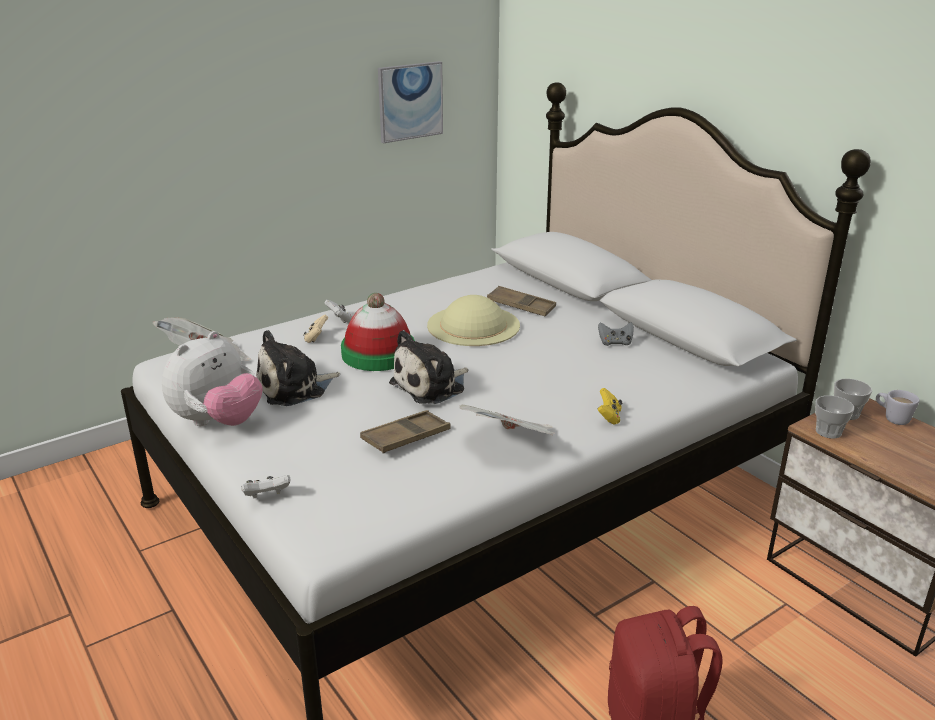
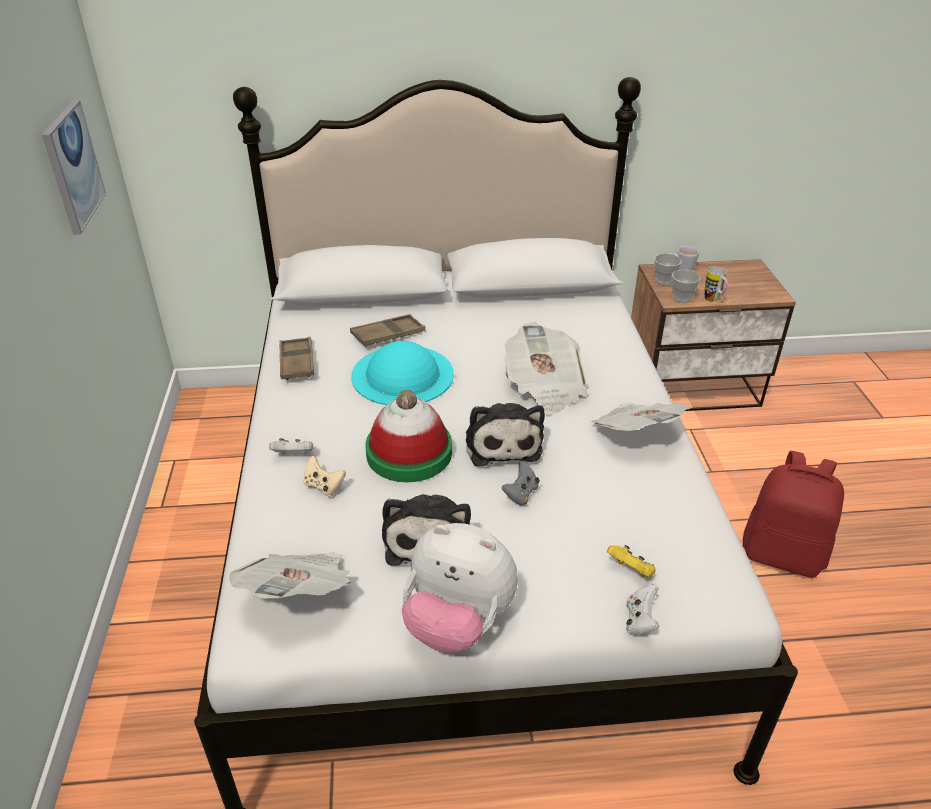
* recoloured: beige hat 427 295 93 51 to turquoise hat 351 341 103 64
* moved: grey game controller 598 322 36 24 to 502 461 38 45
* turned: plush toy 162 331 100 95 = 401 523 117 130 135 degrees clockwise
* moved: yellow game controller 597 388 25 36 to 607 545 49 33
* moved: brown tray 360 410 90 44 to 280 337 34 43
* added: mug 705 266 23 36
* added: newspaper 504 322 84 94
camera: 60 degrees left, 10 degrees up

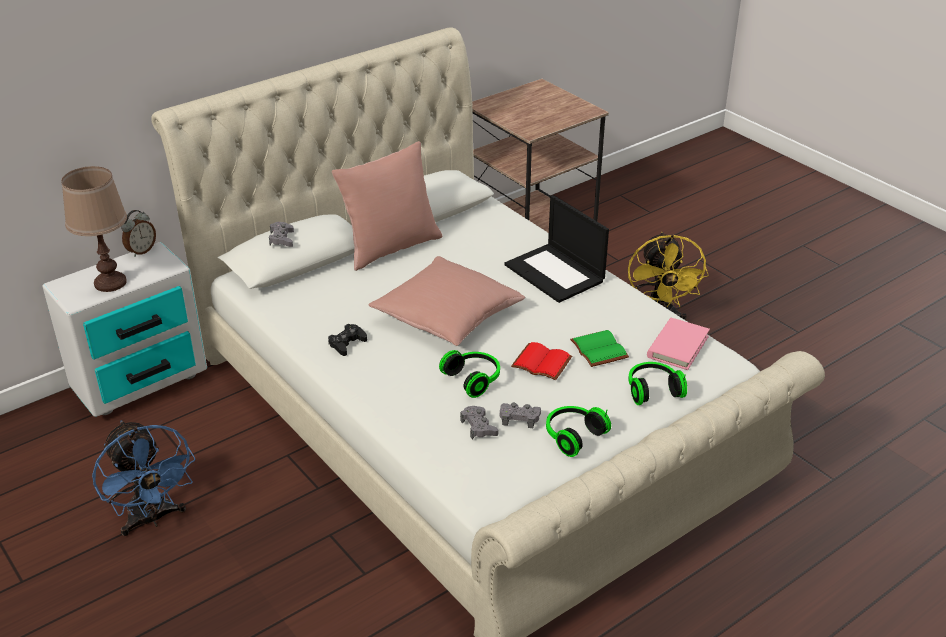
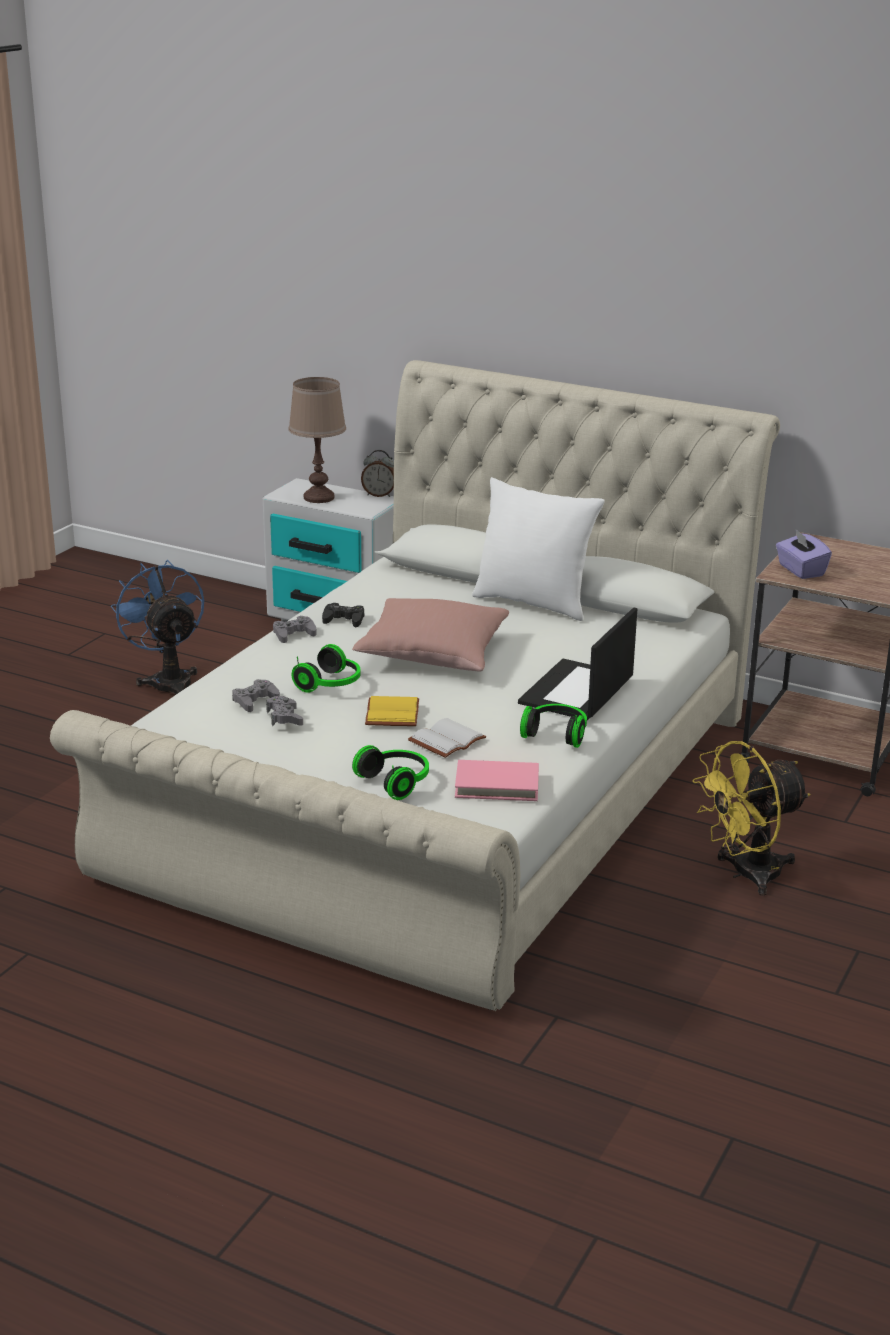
* recoloured: pink pillow 332 141 110 130 to white pillow 472 477 133 144
* moved: grey game controller 269 222 25 25 to 273 616 44 27
* recoloured: green book 570 330 59 37 to white book 408 718 78 40
* recoloured: red book 511 342 61 38 to yellow book 365 696 54 30
* moved: headphones 546 406 65 51 to 520 704 67 44
* turned: blue fan 92 420 104 116 = 111 560 93 134 120 degrees clockwise
* added: purple tissue box 776 529 56 50
camera: 65 degrees right, 10 degrees down

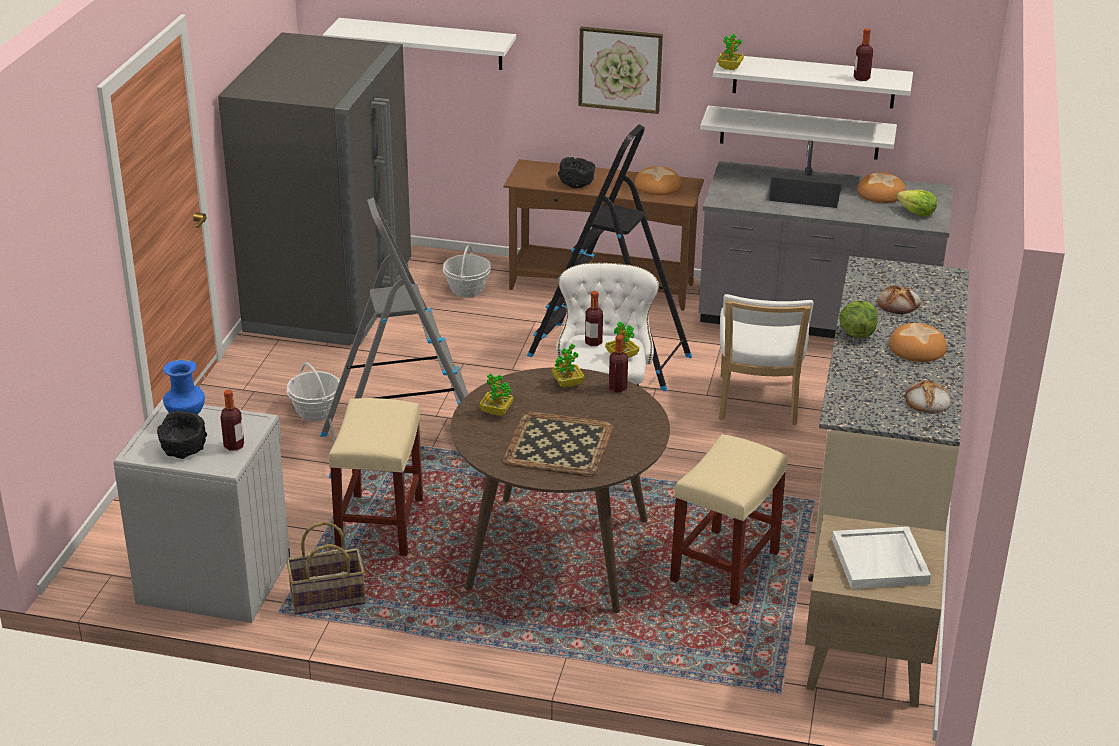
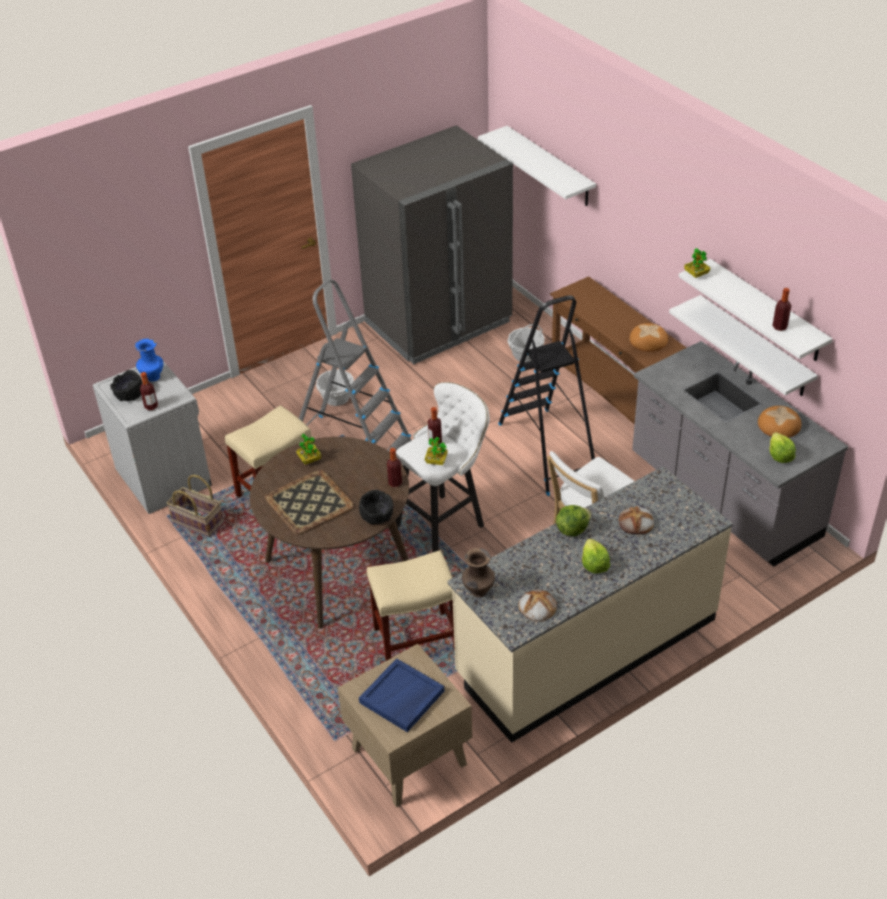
* removed: picture 578 27 85 87
* moved: black bowl 558 157 37 31 to 359 490 34 34
* replaced: bread 889 323 58 39 to lettuce 582 539 28 35
* removed: potted plant 552 344 33 44
* recoloured: white tray 832 526 99 63 to blue tray 359 658 85 74
* added: brown vase 462 548 33 50
camera: 45 degrees right, 10 degrees up

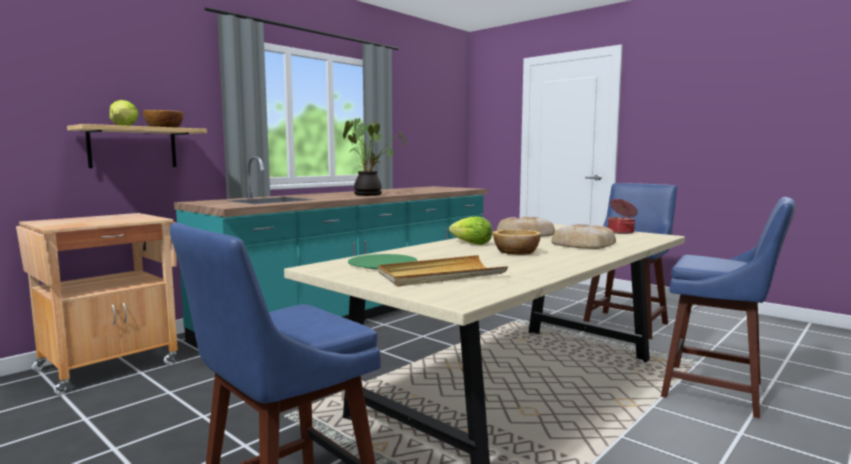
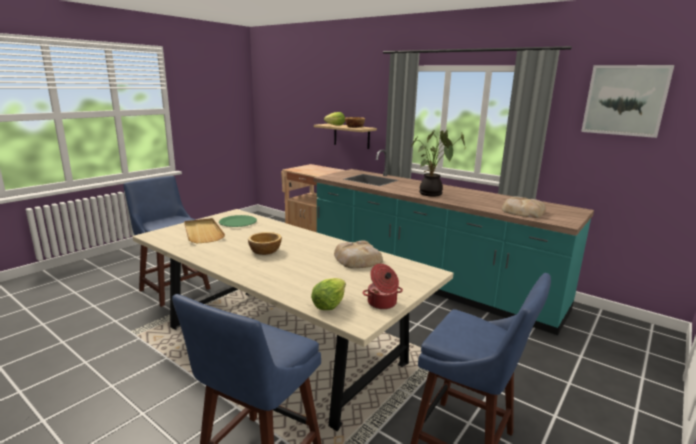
* moved: lettuce 449 217 44 28 to 311 278 35 32
* moved: bread 551 224 65 25 to 502 197 44 21
* added: picture 581 65 93 73
camera: 85 degrees right, 10 degrees up

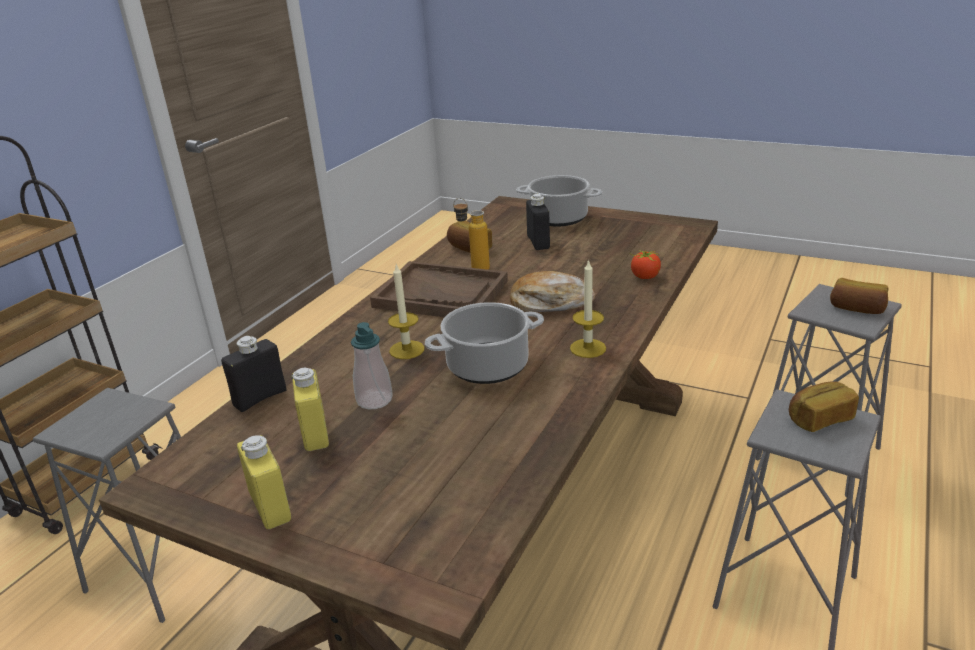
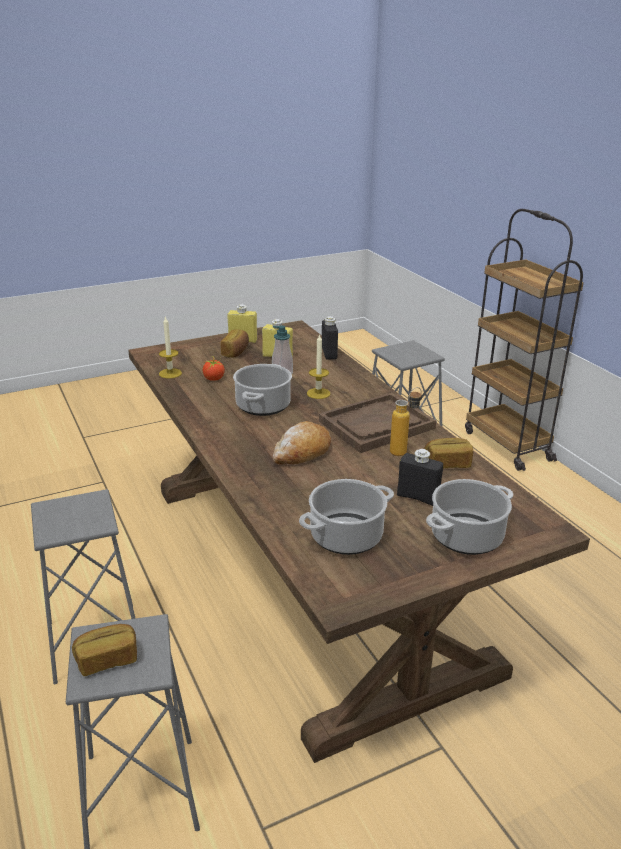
* moved: tomato 631 250 30 29 to 202 357 23 24
* moved: candle 570 259 36 99 to 159 316 23 63
* moved: bread 789 382 70 50 to 221 329 28 29
* added: cooking pot 299 479 95 76
camera: 125 degrees right, 0 degrees up

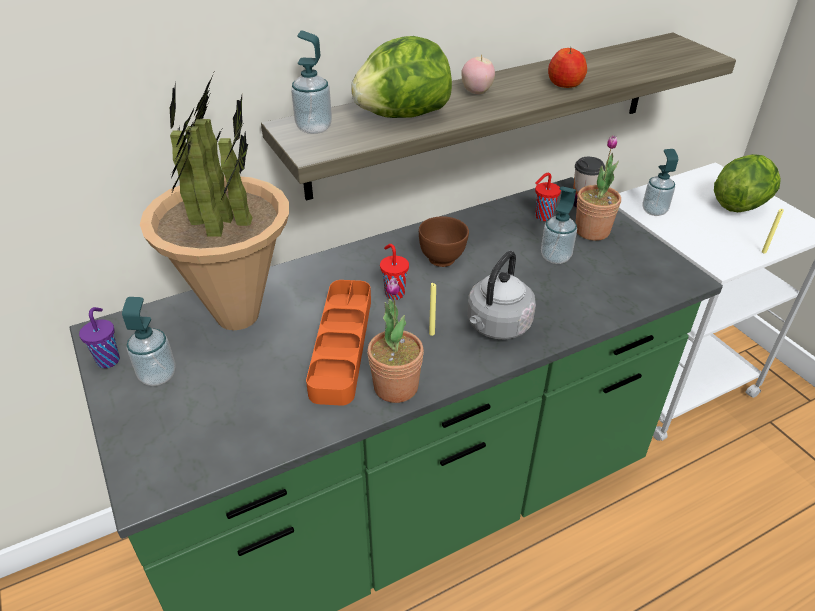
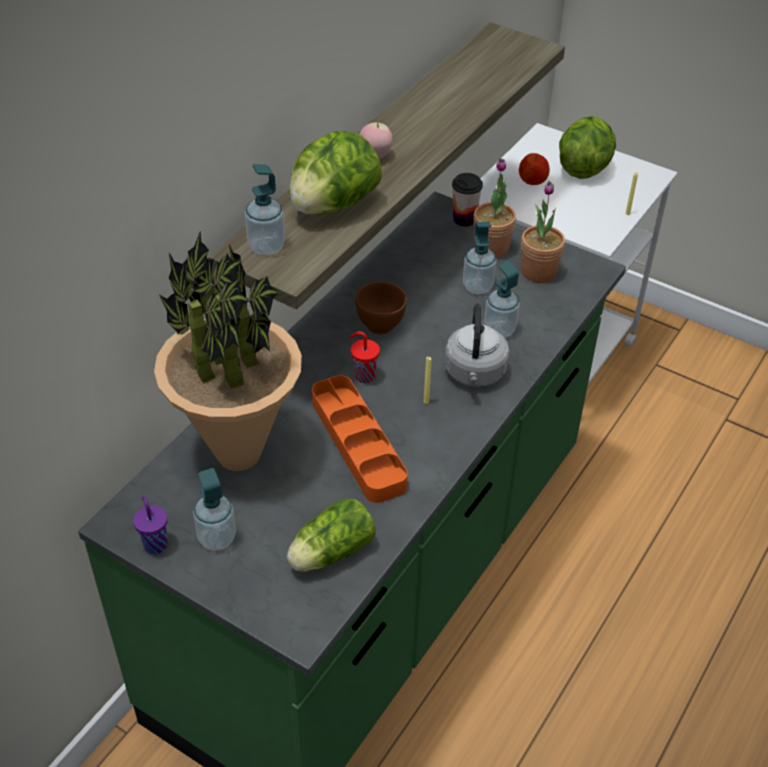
* moved: apple 548 47 39 41 to 519 153 31 32
* moved: soap dispenser 643 149 35 67 to 484 261 36 77
* removed: red cup 535 173 26 48
* moved: potted plant 367 278 57 125 to 521 181 44 102
* added: lettuce 287 499 89 73
camera: 30 degrees left, 5 degrees up

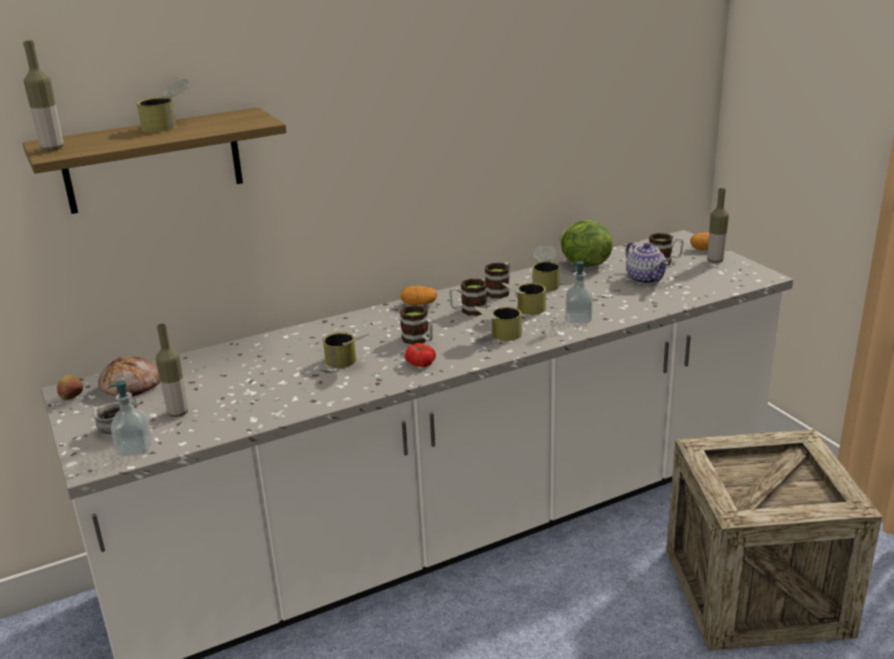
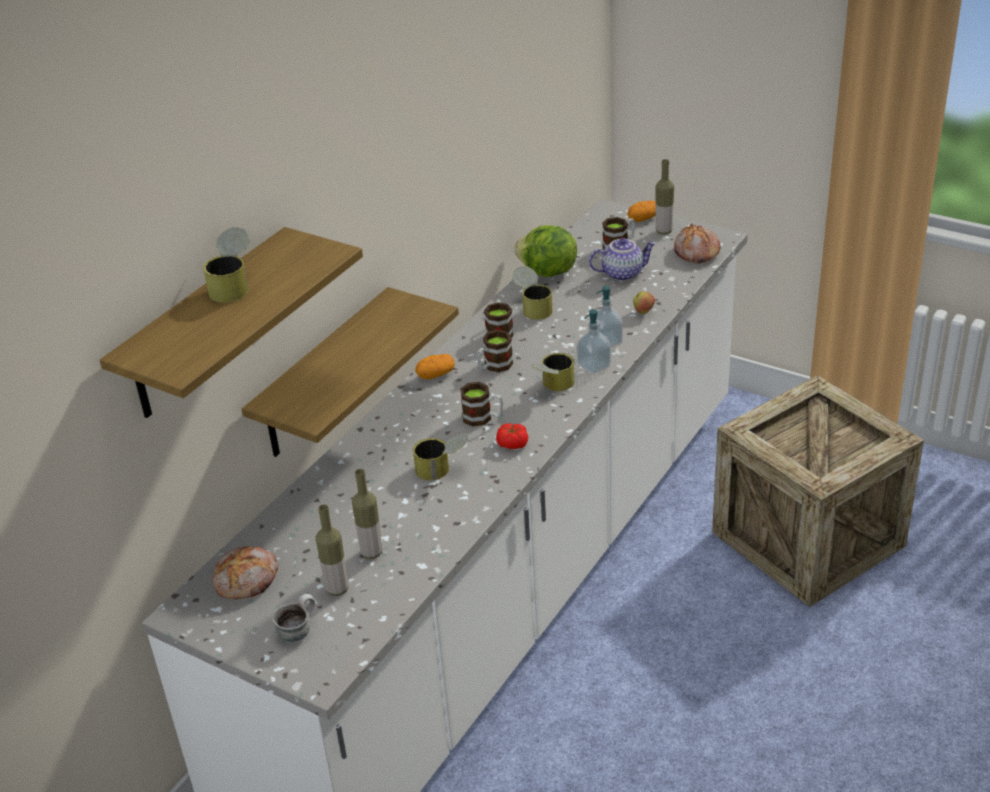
* moved: bottle 23 40 41 111 to 352 469 30 90
* turned: teapot 626 242 42 42 = 589 238 67 43 45 degrees counterclockwise
* removed: can 501 283 45 32
* moved: apple 57 375 26 25 to 633 292 22 22
* moved: soap dispenser 108 381 44 75 to 576 309 35 65
* added: bread 674 224 47 39
* added: shelf 242 287 217 170
camera: 30 degrees left, 10 degrees up

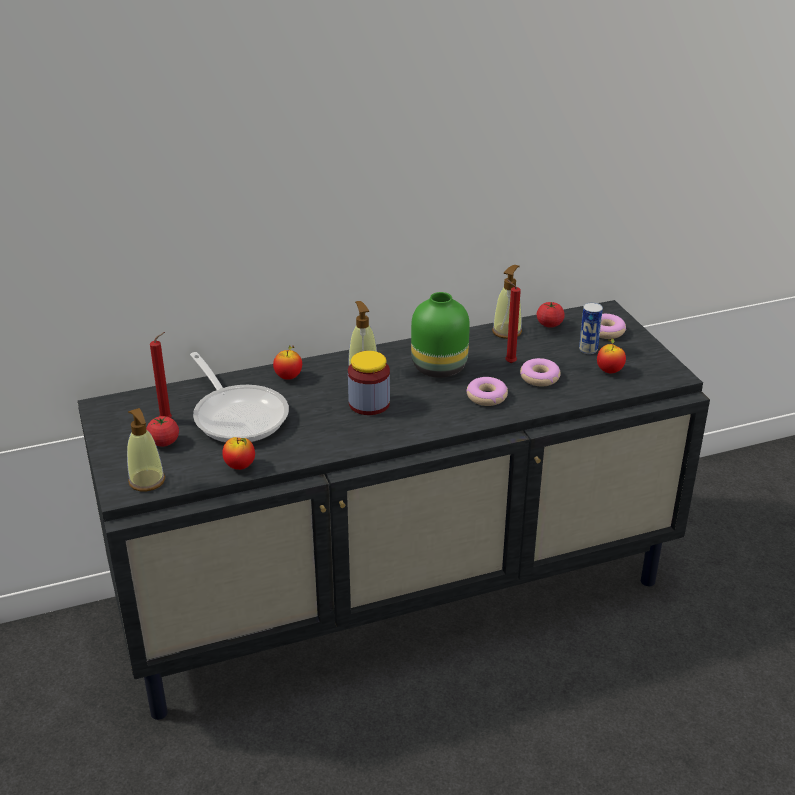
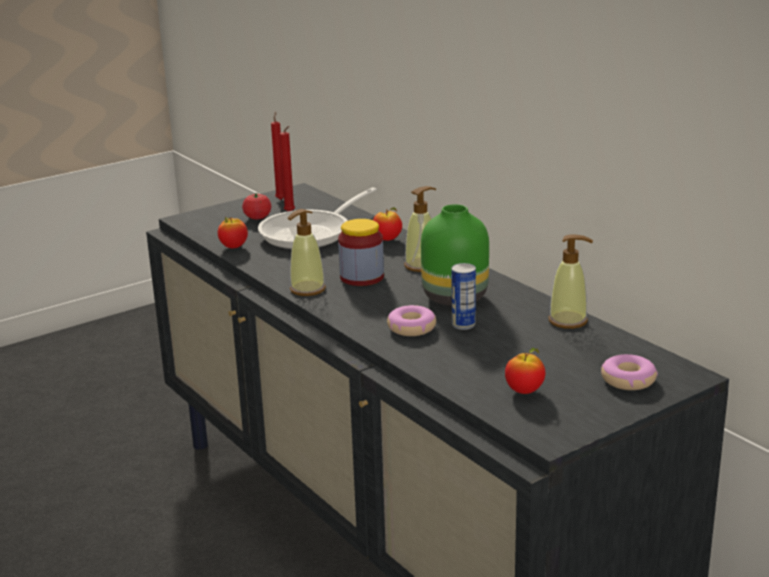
* moved: red candle 505 279 16 84 to 271 112 13 88
* removed: tomato 537 302 28 26
* moved: can 579 302 24 52 to 451 263 25 67
* removed: donut 520 358 41 28
* moved: soap dispenser 127 408 38 83 to 287 209 39 87
camera: 75 degrees right, 10 degrees down

